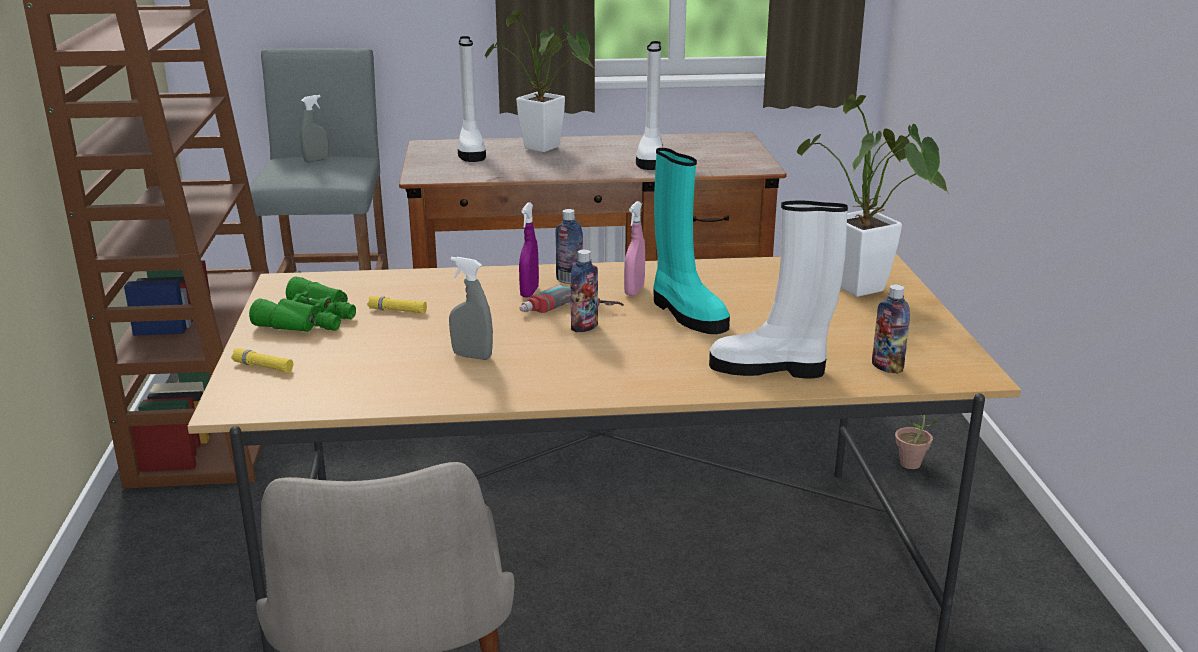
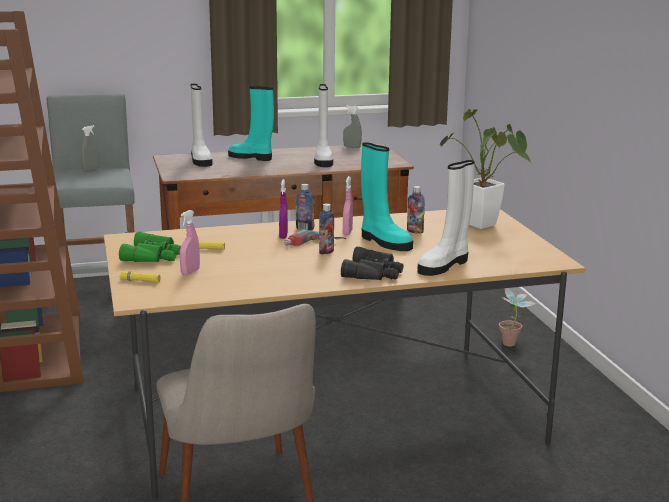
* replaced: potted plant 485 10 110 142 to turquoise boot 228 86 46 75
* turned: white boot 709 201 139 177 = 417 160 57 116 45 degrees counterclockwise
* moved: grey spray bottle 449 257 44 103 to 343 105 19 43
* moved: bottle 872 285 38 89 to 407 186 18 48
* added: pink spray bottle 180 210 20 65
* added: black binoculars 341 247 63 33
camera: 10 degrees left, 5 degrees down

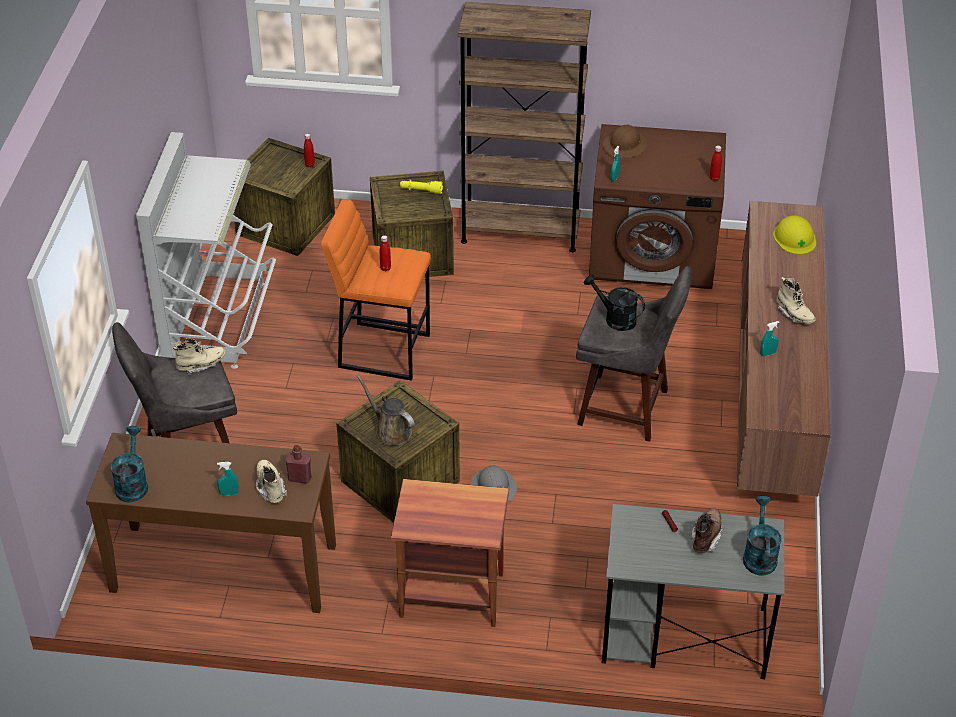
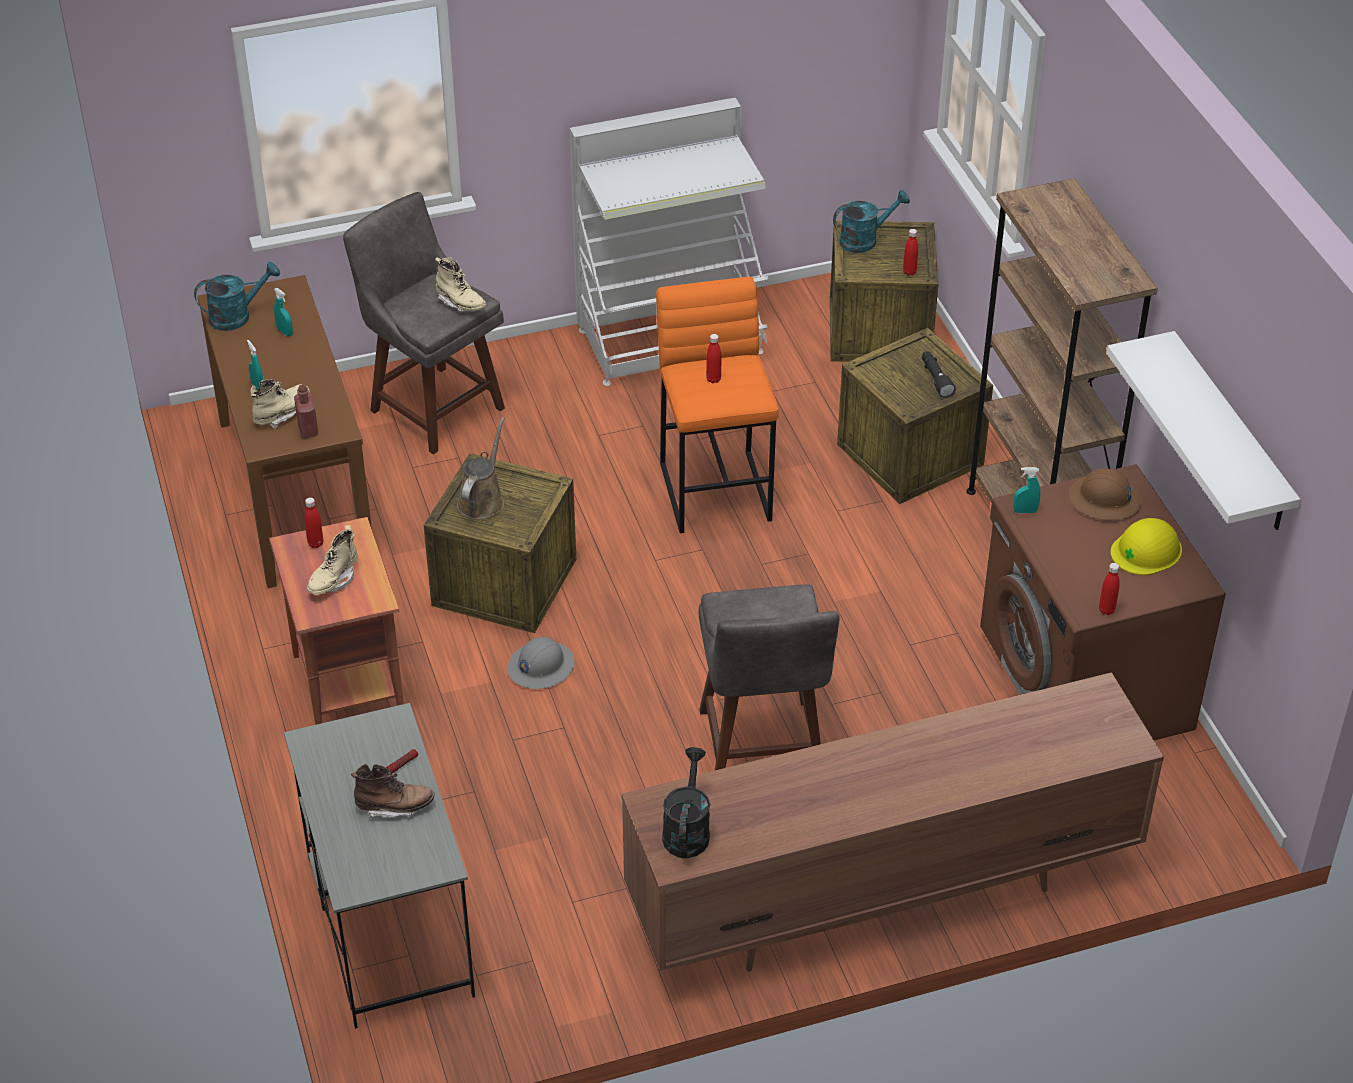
* recoloured: yellow flashlight 400 180 43 14 to black flashlight 922 351 34 47
* moved: yellow hard hat 773 215 43 39 to 1111 518 71 57
* moved: black watering can 584 274 61 57 to 662 747 48 111
* moved: beige boot 777 277 39 47 to 307 525 51 70
* moved: turquoise spray bottle 760 321 20 35 to 274 288 19 48
* moved: turquoise watering can 743 496 39 80 to 833 190 77 63
* added: white shelf 1107 331 193 199
* added: red bottle 305 497 18 51
camera: 65 degrees right, 0 degrees up

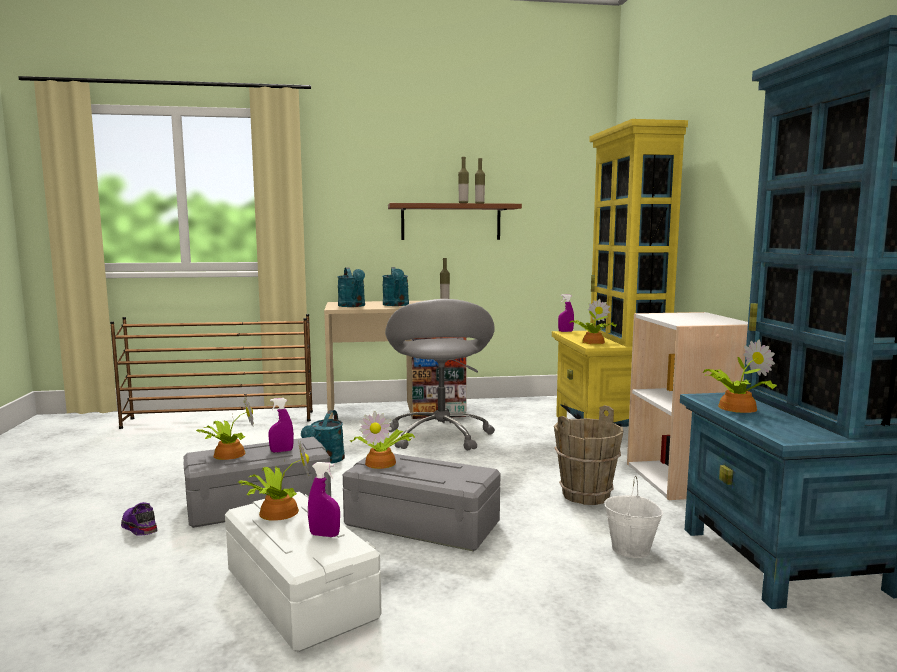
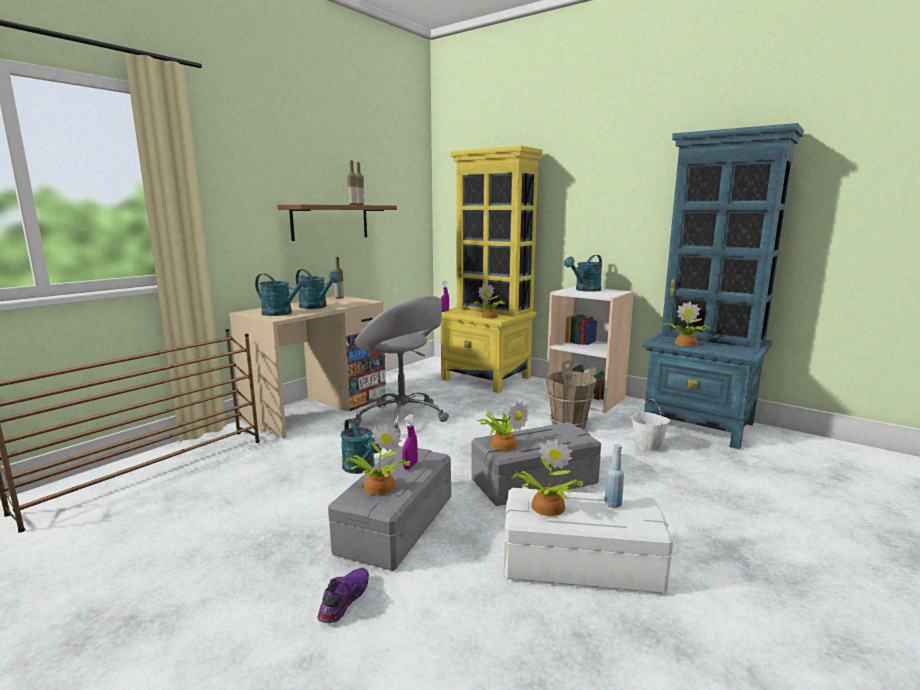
* replaced: purple spray bottle 308 462 32 75 to blue bottle 604 444 20 64
* turned: purple shoe 121 502 37 34 = 317 568 52 56 105 degrees clockwise
* added: turquoise watering can 564 255 38 37
camera: 45 degrees left, 5 degrees up

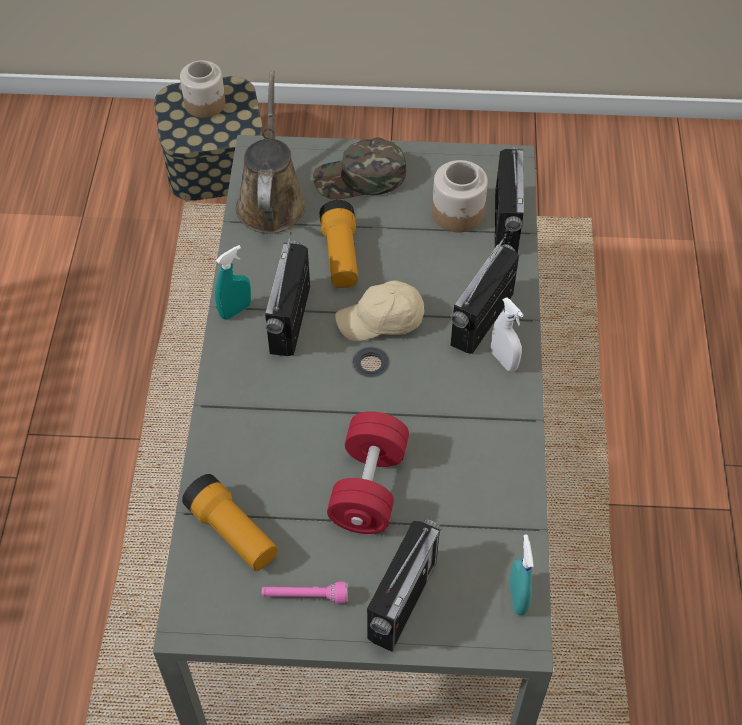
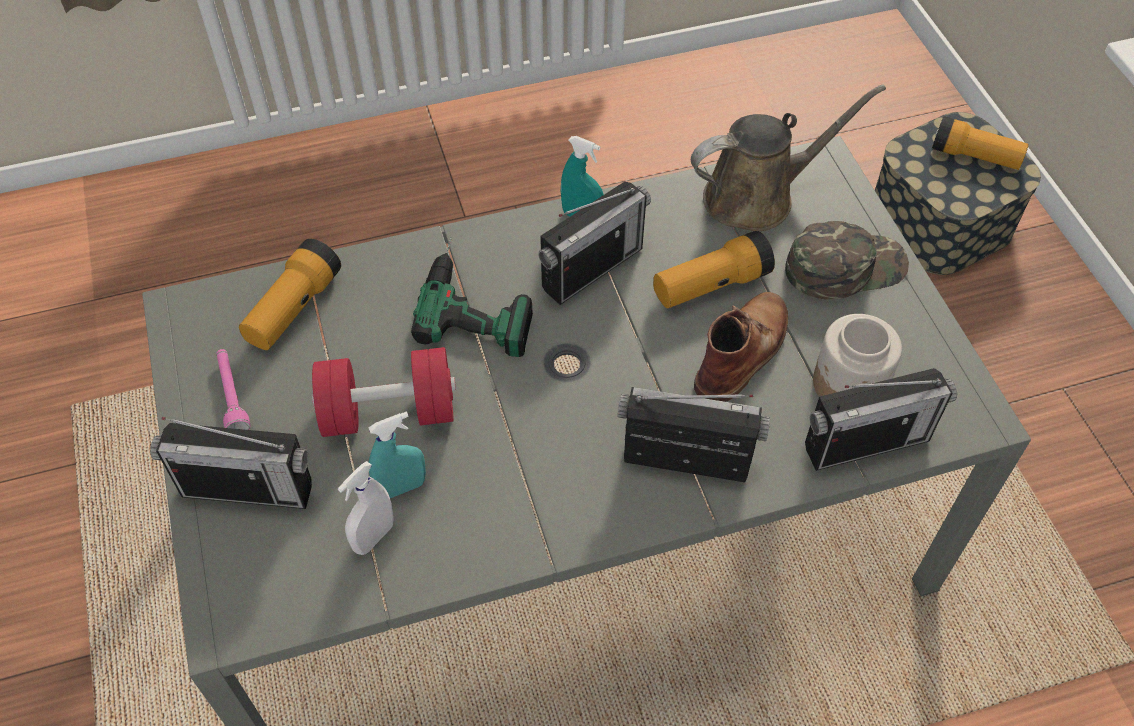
* replaced: jar 180 60 45 58 to flashlight 932 116 97 54
* turned: green cap 313 137 93 62 = 785 221 124 79 105 degrees clockwise
* turned: radio 265 232 45 124 = 538 182 113 123 150 degrees clockwise
* removed: beige cap 335 280 89 61
* moved: white spray bottle 491 297 33 75 to 338 461 56 94
* moved: turquoise spray bottle 510 534 24 81 to 369 411 57 87
* added: power drill 411 237 122 120
* added: brown boot 694 292 94 110
camera: 70 degrees right, 0 degrees up

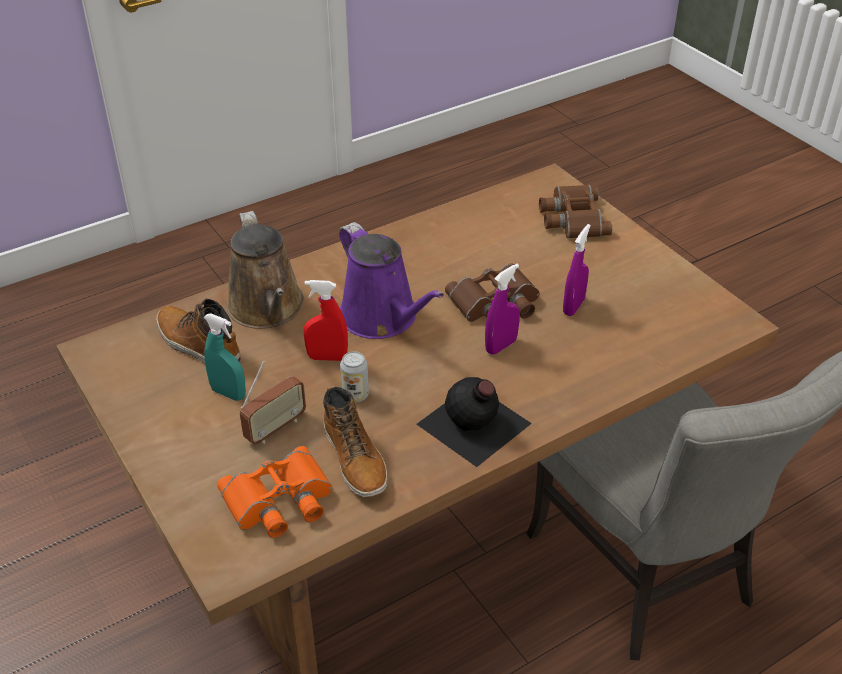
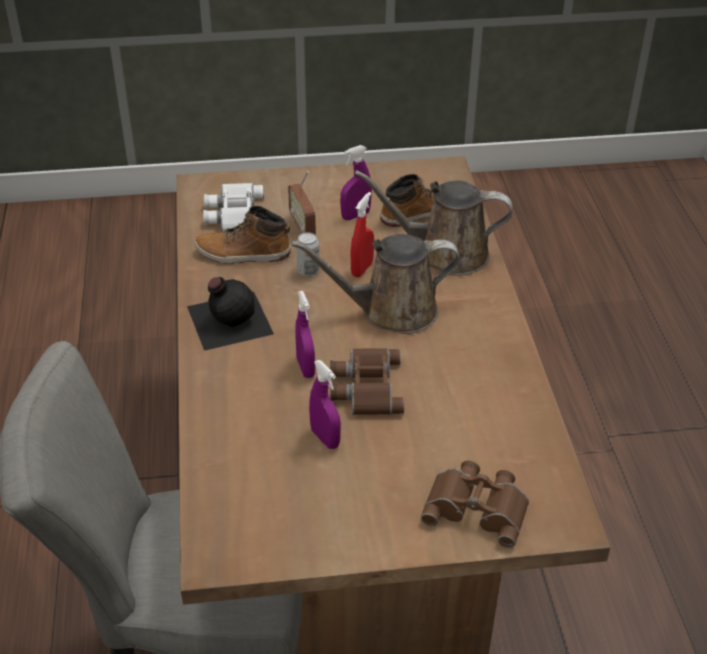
* recoloured: purple watering can 339 222 105 117 to brown watering can 291 234 169 100
* recoloured: turquoise spray bottle 204 313 42 88 to purple spray bottle 340 145 32 75
* recoloured: orange binoculars 217 446 115 92 to white binoculars 203 183 61 49
camera: 115 degrees right, 0 degrees up

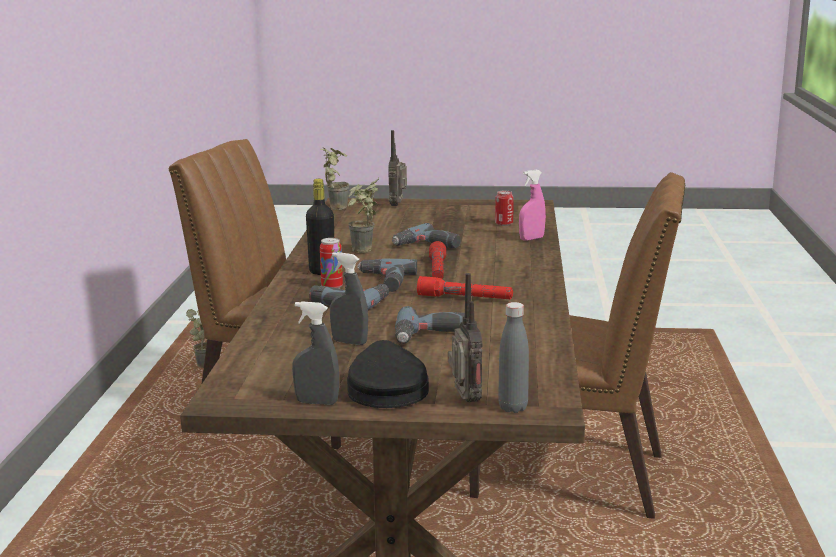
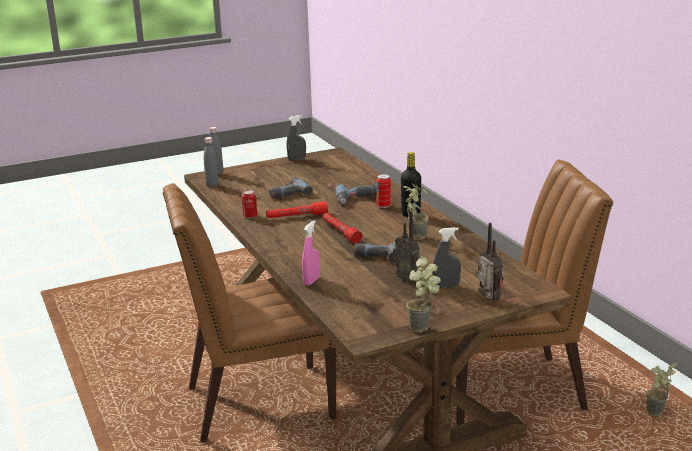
* moved: potted plant 320 147 29 63 to 407 257 34 76
* moved: can 495 191 19 35 to 242 190 15 28
* moved: grey spray bottle 330 252 38 93 to 433 227 28 61
* removed: power drill 357 259 60 33
* moved: radio 448 273 35 129 to 393 211 28 72
* removed: black cap 347 340 82 68
* added: grey bottle 204 137 15 50
camera: 150 degrees right, 5 degrees up

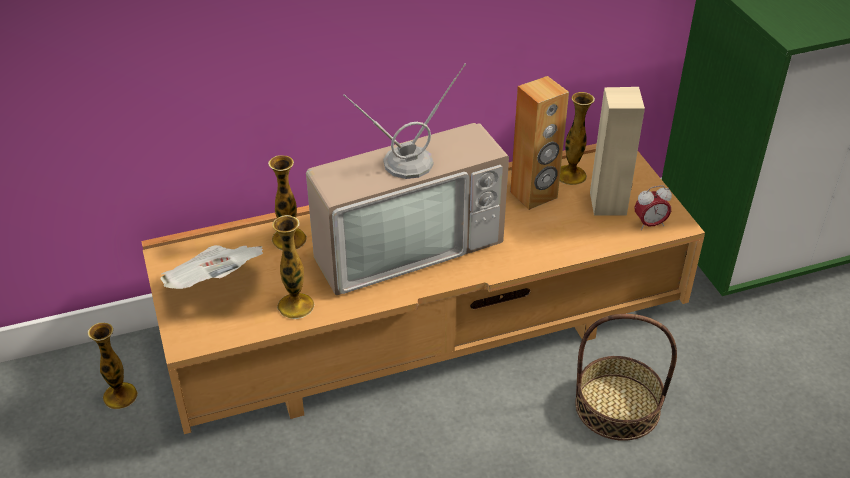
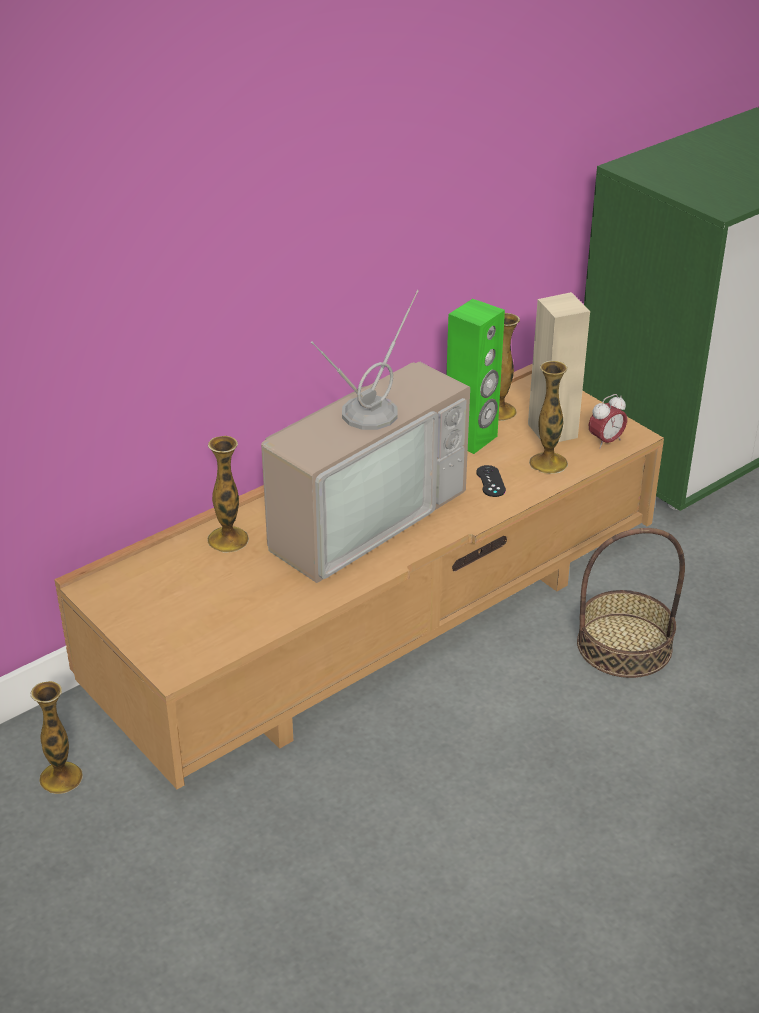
* recoloured: brown speaker 510 76 59 134 to green speaker 447 299 58 155
* moved: vase 272 215 43 104 to 529 361 39 113
* removed: newspaper 160 245 103 44
* added: black game controller 476 465 30 32
camera: 20 degrees left, 5 degrees down

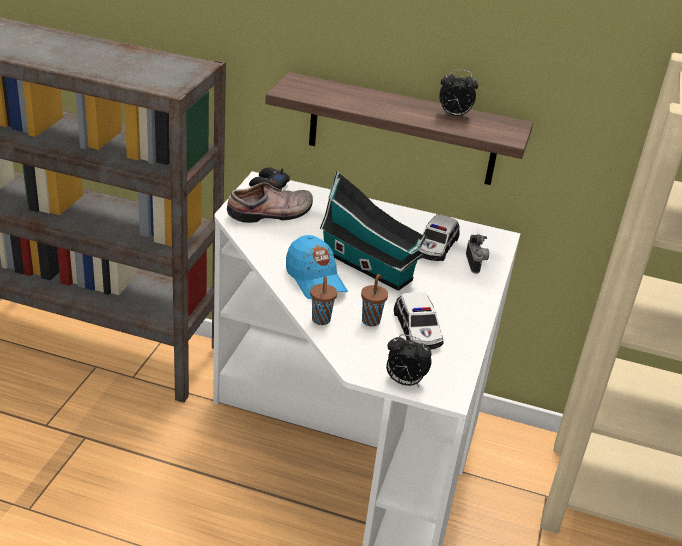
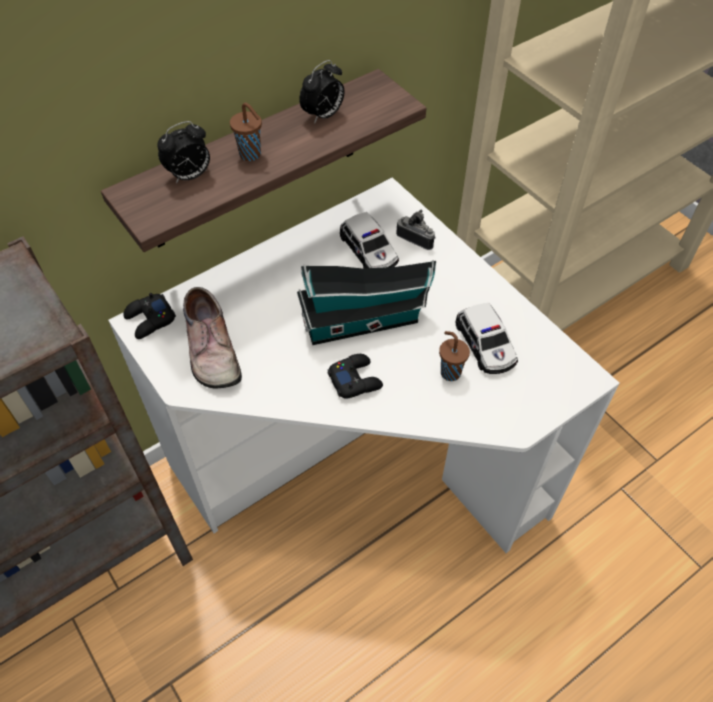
* turned: shoe 227 182 86 41 = 183 287 59 101 150 degrees clockwise
* replaced: blue cap 286 235 62 64 to black game controller 328 354 55 45
* moved: brown cup 310 276 27 49 to 230 103 32 58
* turned: toy car 394 292 49 58 = 455 303 63 71 45 degrees clockwise
* moved: alarm clock 386 334 46 53 to 157 121 53 63
camera: 50 degrees left, 20 degrees up

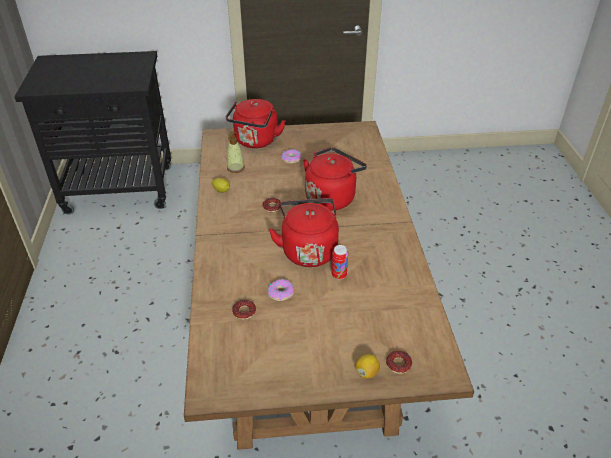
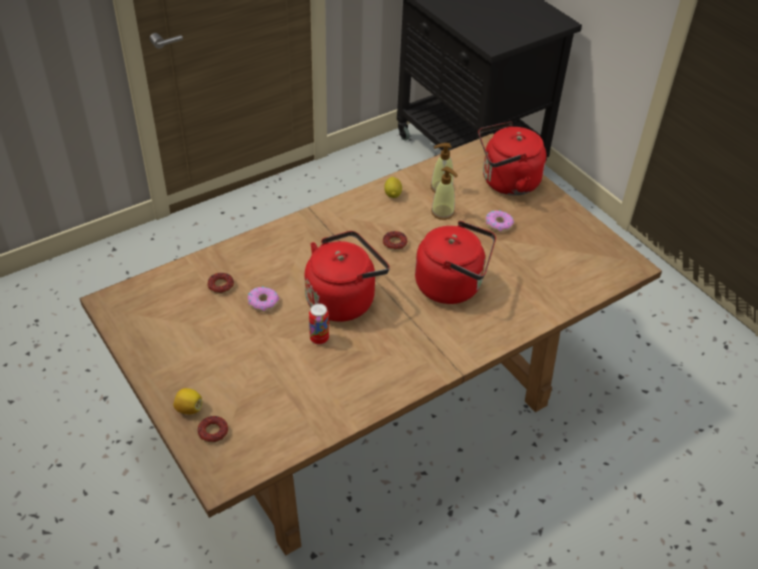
* added: soap dispenser 431 166 27 54
camera: 60 degrees right, 5 degrees up

